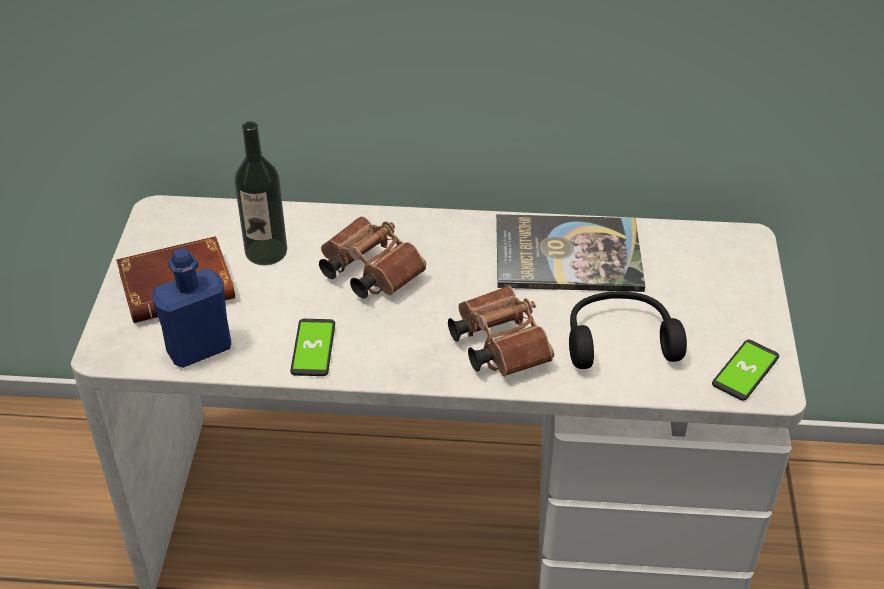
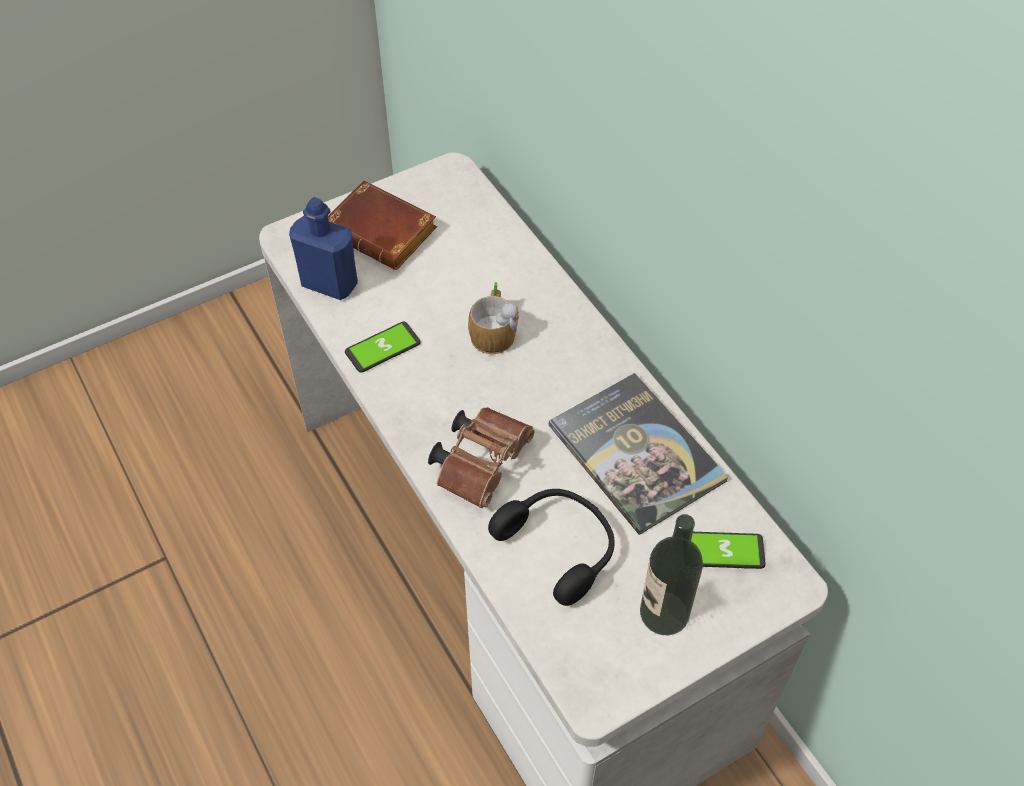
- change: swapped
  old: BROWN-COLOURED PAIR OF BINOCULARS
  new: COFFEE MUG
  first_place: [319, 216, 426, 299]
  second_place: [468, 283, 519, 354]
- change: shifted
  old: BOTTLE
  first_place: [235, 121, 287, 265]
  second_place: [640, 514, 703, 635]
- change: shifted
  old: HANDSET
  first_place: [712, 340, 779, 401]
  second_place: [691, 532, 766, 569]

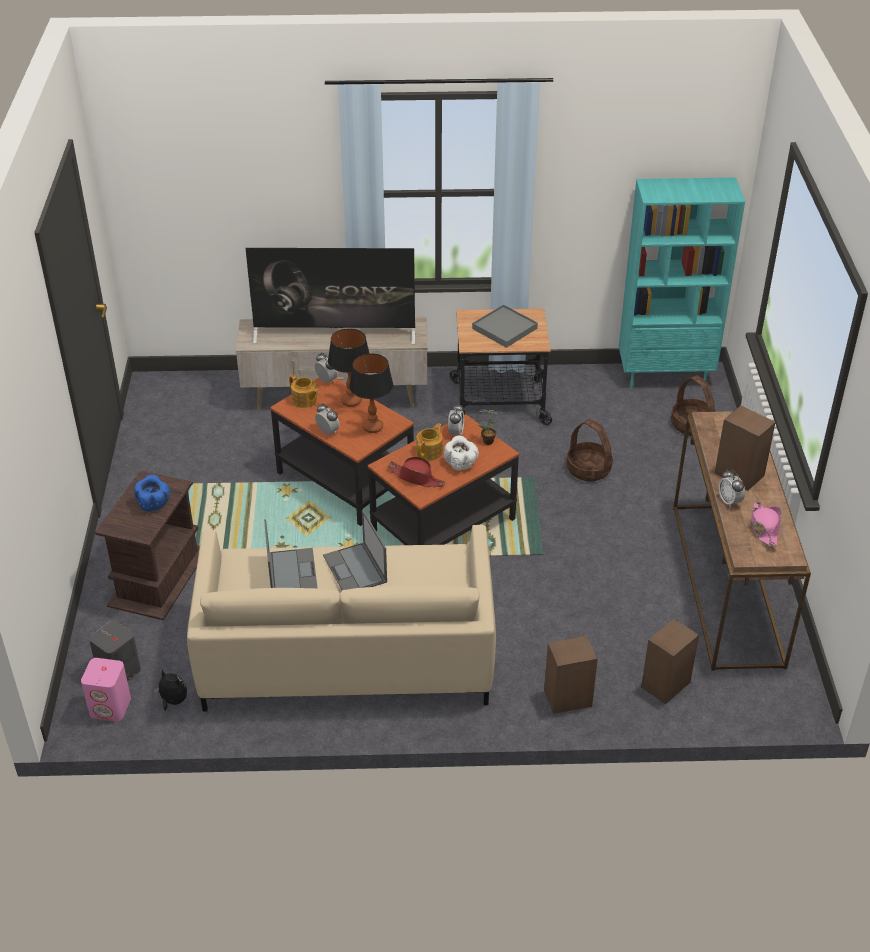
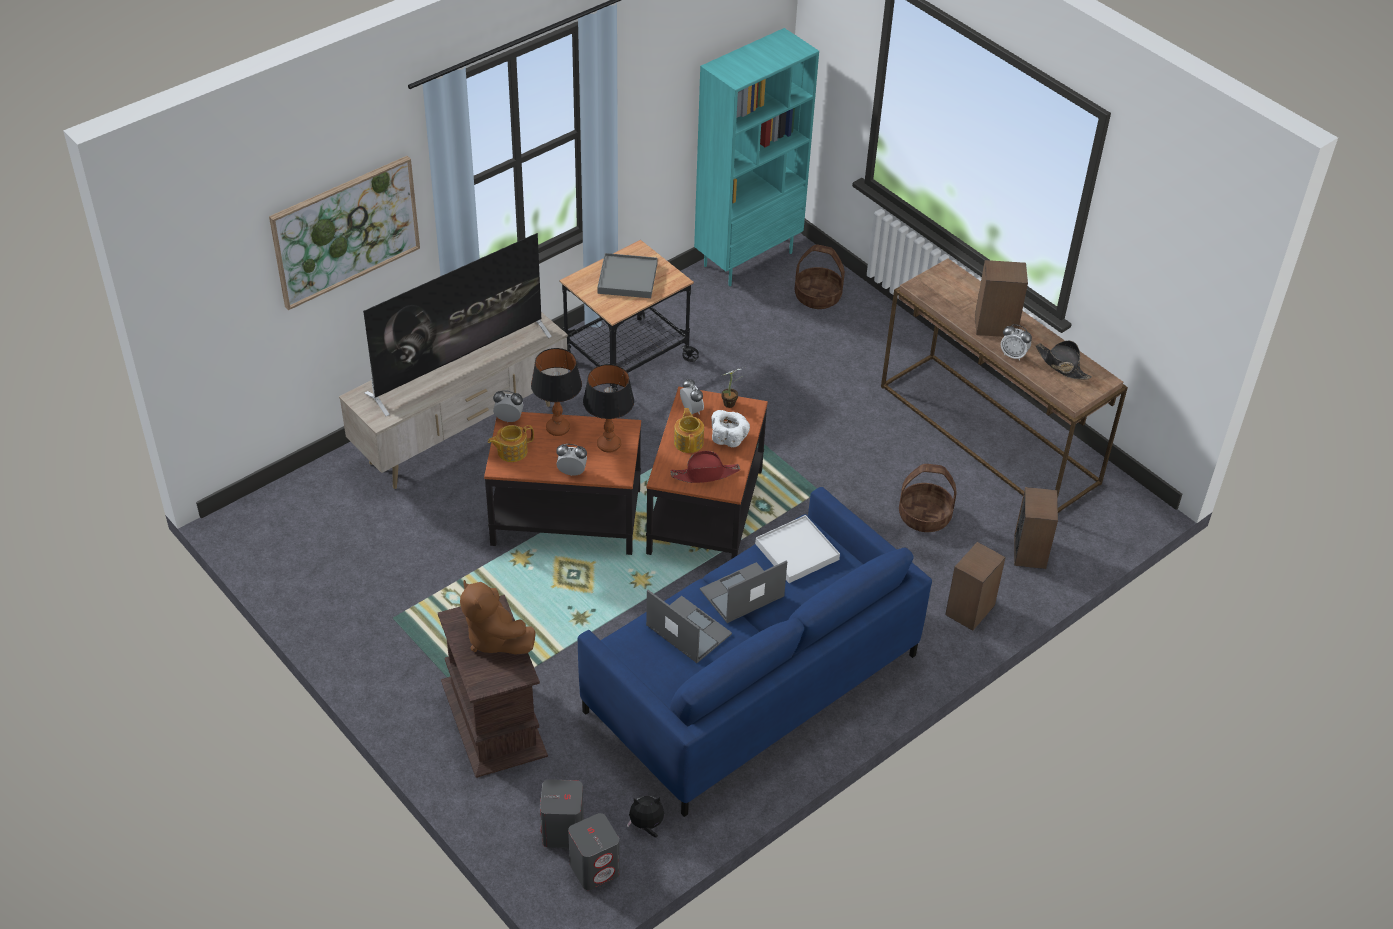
- change: new
  new: PICTURE
  second_place: [269, 156, 420, 310]
- change: swapped
  old: BLUE BOWL
  new: BROWN-COLOURED PLUSH TOY
  first_place: [134, 475, 170, 511]
  second_place: [460, 580, 536, 655]
- change: rotated
  old: TEAPOT
  first_place: [289, 374, 319, 408]
  second_place: [488, 425, 534, 462]
  degrees: 150
- change: repainted
  old: PINK AUDIO SPEAKER
  new: GREYISH AUDIO SPEAKER
  first_place: [81, 658, 131, 722]
  second_place: [568, 813, 620, 890]
- change: repainted
  old: BEIGE-COLOURED SOFA
  new: BLUE SOFA
  first_place: [187, 525, 496, 712]
  second_place: [578, 487, 932, 817]
- change: rotated
  old: PORTABLE COMPUTER
  first_place: [323, 510, 387, 590]
  second_place: [700, 560, 787, 623]
  degrees: 120
- change: new
  new: WHITE-COLOURED CARRYING TRAY
  second_place: [755, 515, 840, 583]
- change: shifted
  old: STORAGE BASKET
  first_place: [566, 419, 613, 482]
  second_place: [899, 464, 957, 532]
- change: repainted
  old: PINK CLOTHING HAT
  new: BLACKISH CLOTHING HAT
  first_place: [751, 502, 782, 547]
  second_place: [1036, 341, 1092, 380]

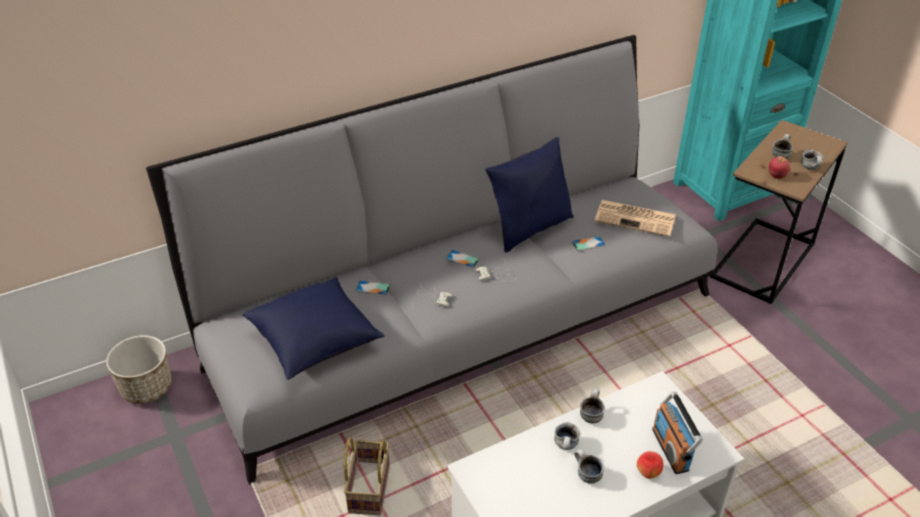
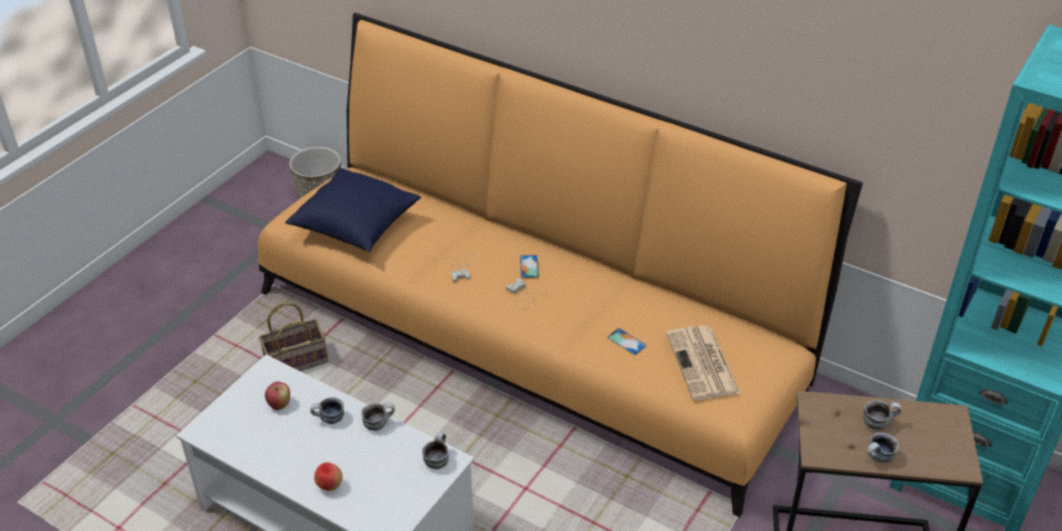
- change: repainted
  old: GREYISH SOFA
  new: ORANGE-COLOURED SOFA
  first_place: [146, 35, 718, 485]
  second_place: [257, 13, 863, 518]
- change: shifted
  old: APPLE
  first_place: [769, 156, 790, 179]
  second_place: [265, 382, 290, 410]
- change: shifted
  old: COFFEE MUG
  first_place: [574, 449, 604, 484]
  second_place: [422, 432, 449, 469]
- change: gone
  old: HANDSET
  first_place: [356, 281, 391, 296]
- change: gone
  old: BLUE PILLOW
  first_place: [485, 137, 573, 252]
- change: gone
  old: RADIO SET
  first_place: [652, 391, 703, 474]

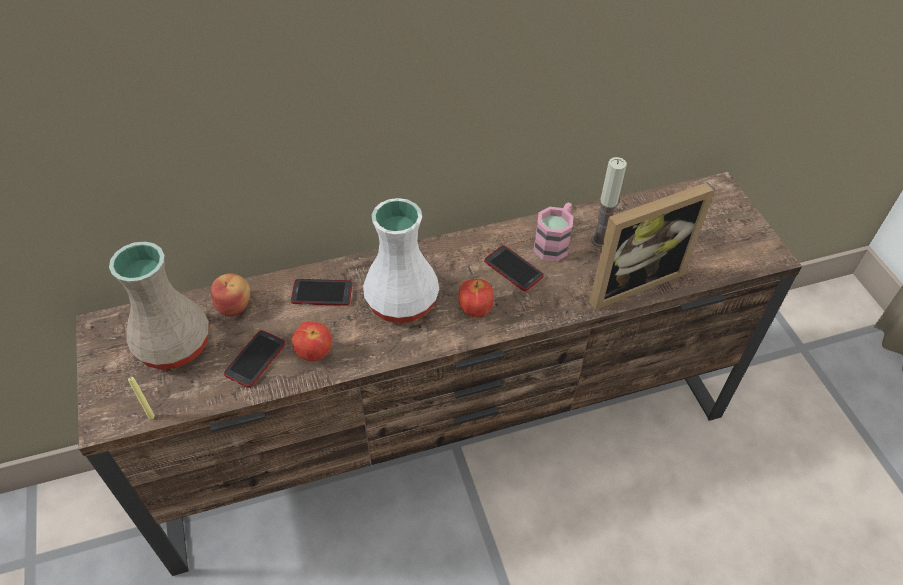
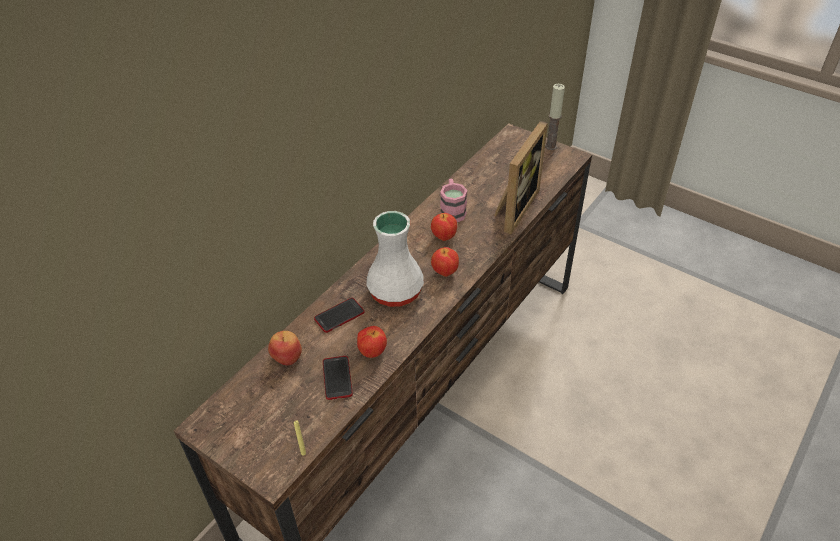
- change: swapped
  old: HANDSET
  new: APPLE
  first_place: [484, 245, 544, 291]
  second_place: [431, 213, 457, 241]
- change: shifted
  old: WAX LIGHT
  first_place: [591, 157, 627, 247]
  second_place: [545, 84, 565, 150]
- change: gone
  old: BEIGE-COLOURED FLOWER VASE
  first_place: [109, 241, 209, 370]

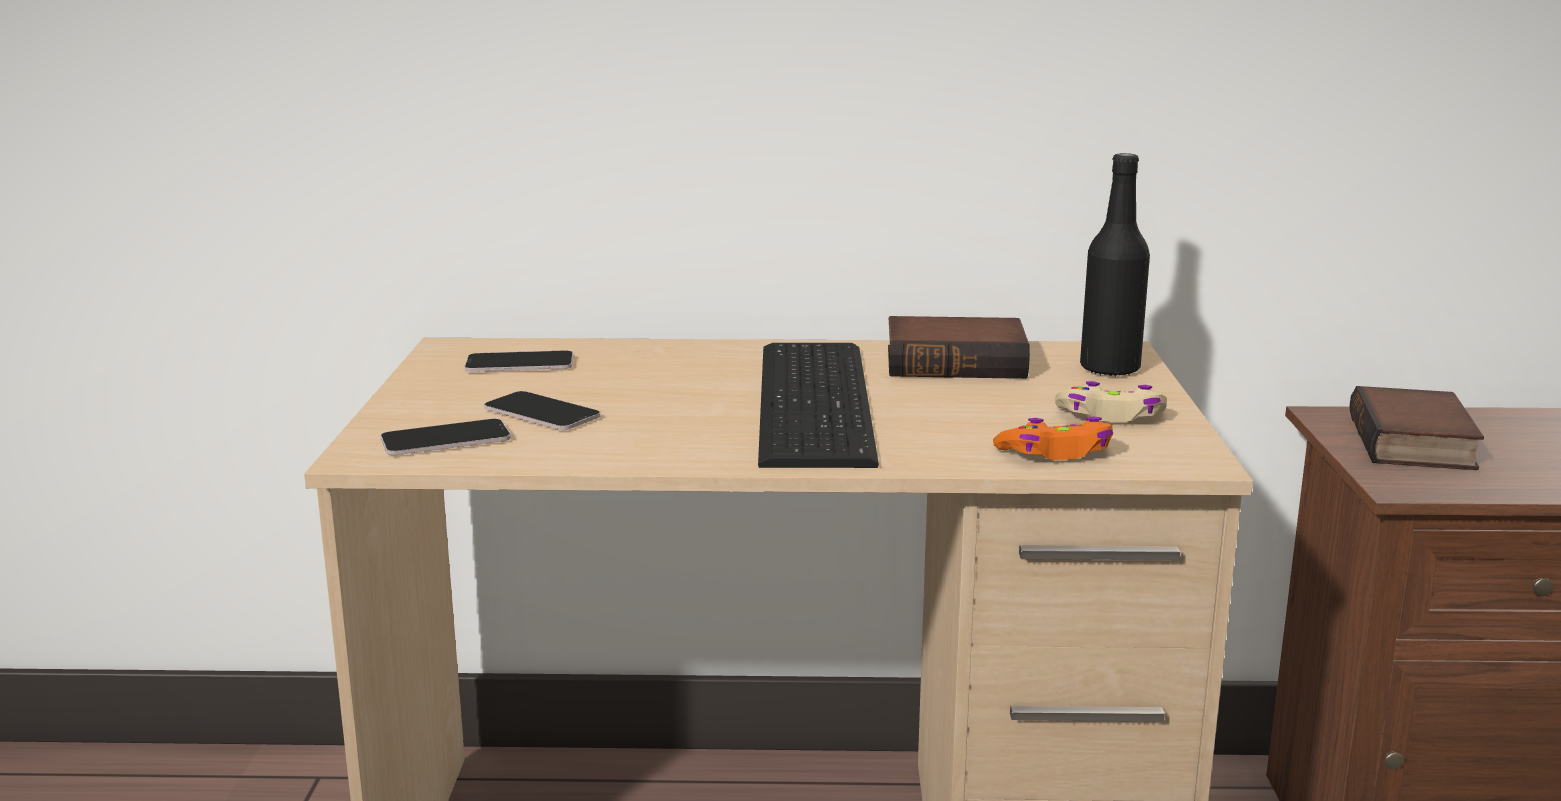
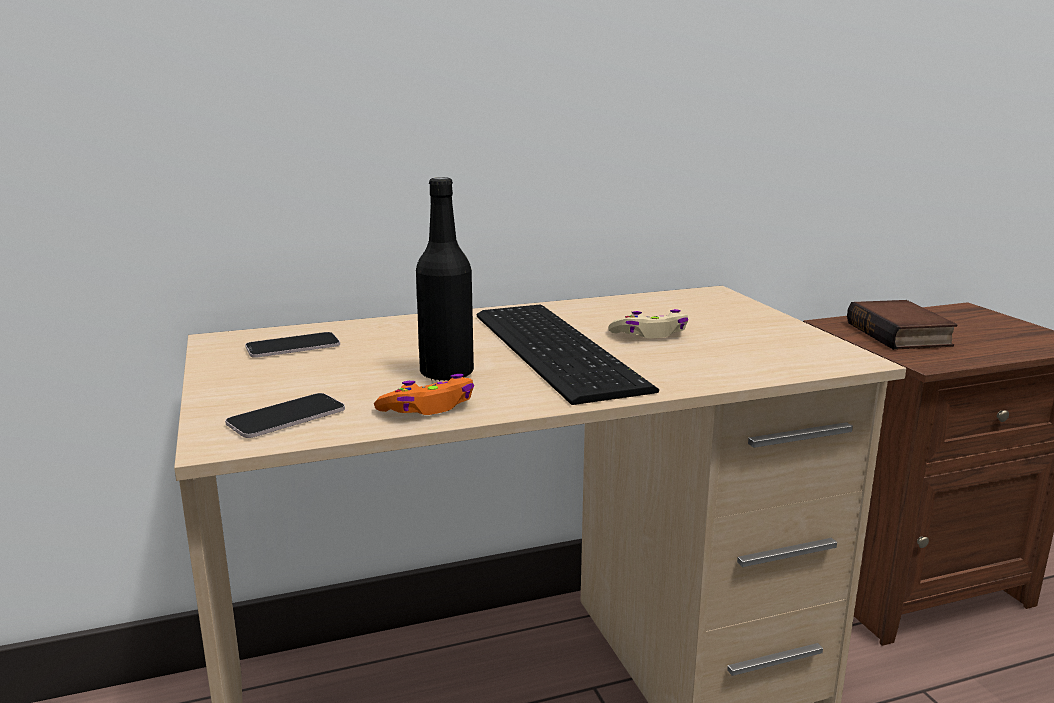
- change: shifted
  old: ORANGE-COLOURED GAME CONTROLLER
  first_place: [993, 417, 1113, 460]
  second_place: [374, 374, 474, 415]
- change: shifted
  old: BLACKISH BOTTLE
  first_place: [1080, 153, 1150, 377]
  second_place: [416, 177, 474, 382]
- change: shifted
  old: BEIGE-COLOURED GAME CONTROLLER
  first_place: [1055, 381, 1167, 422]
  second_place: [608, 309, 688, 338]
- change: gone
  old: HANDSET
  first_place: [484, 391, 600, 430]
- change: gone
  old: BOUND BOOK
  first_place: [888, 316, 1030, 379]

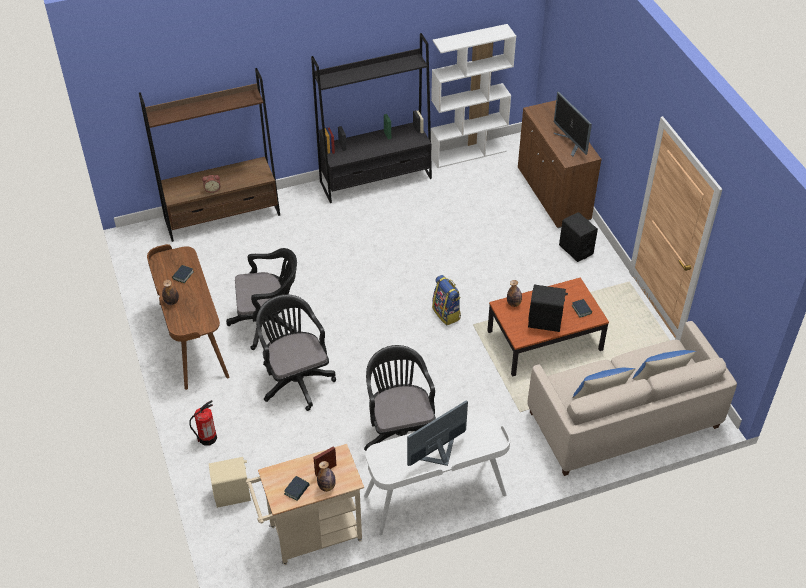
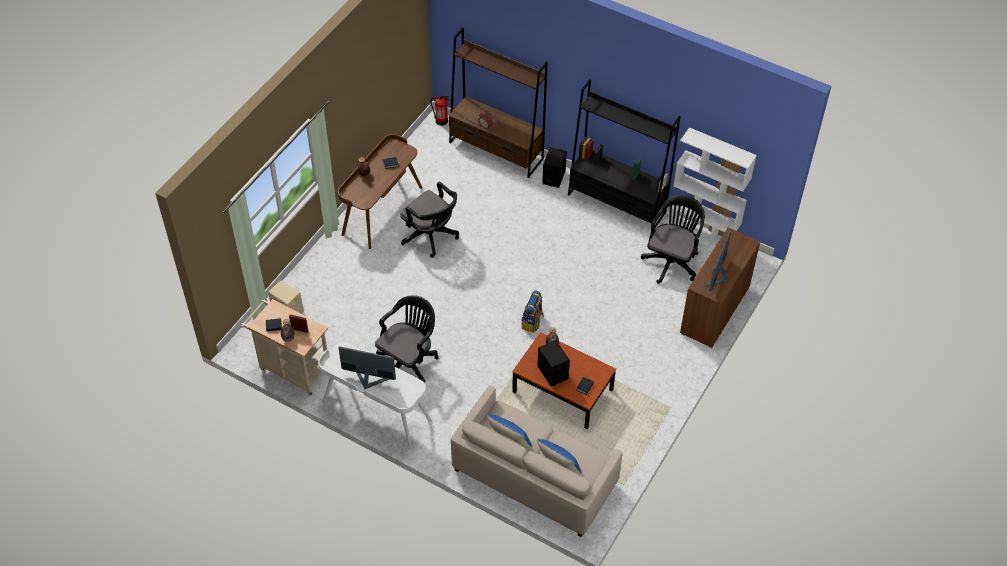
- change: shifted
  old: EXTINGUISHER
  first_place: [189, 400, 217, 445]
  second_place: [431, 96, 449, 126]
- change: shifted
  old: BLACKISH AUDIO SPEAKER
  first_place: [559, 212, 598, 262]
  second_place: [542, 147, 567, 188]
- change: shifted
  old: BLACKISH COMPUTER CHAIR
  first_place: [256, 294, 336, 411]
  second_place: [641, 195, 705, 284]

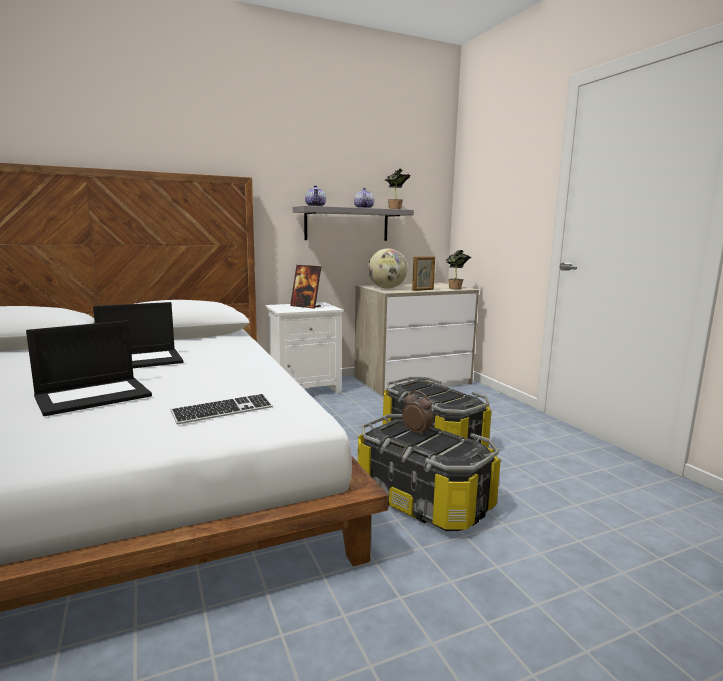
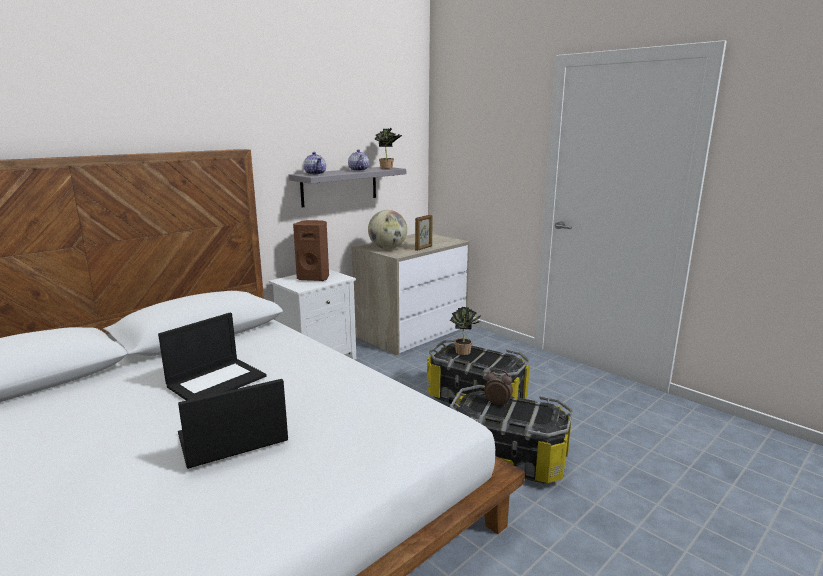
- change: rotated
  old: PORTABLE COMPUTER
  first_place: [26, 320, 152, 416]
  second_place: [178, 379, 288, 469]
  degrees: -150
- change: swapped
  old: STANDING FRAME
  new: BROWN-COLOURED AUDIO SPEAKER
  first_place: [290, 265, 321, 309]
  second_place: [293, 220, 329, 281]
- change: shifted
  old: PLANT IN A POT
  first_place: [446, 250, 472, 289]
  second_place: [450, 307, 481, 355]
- change: gone
  old: KEYBOARD
  first_place: [171, 394, 273, 424]

